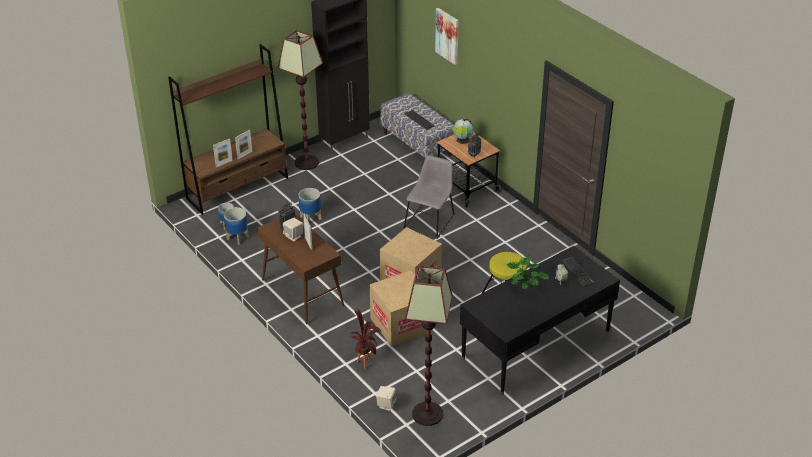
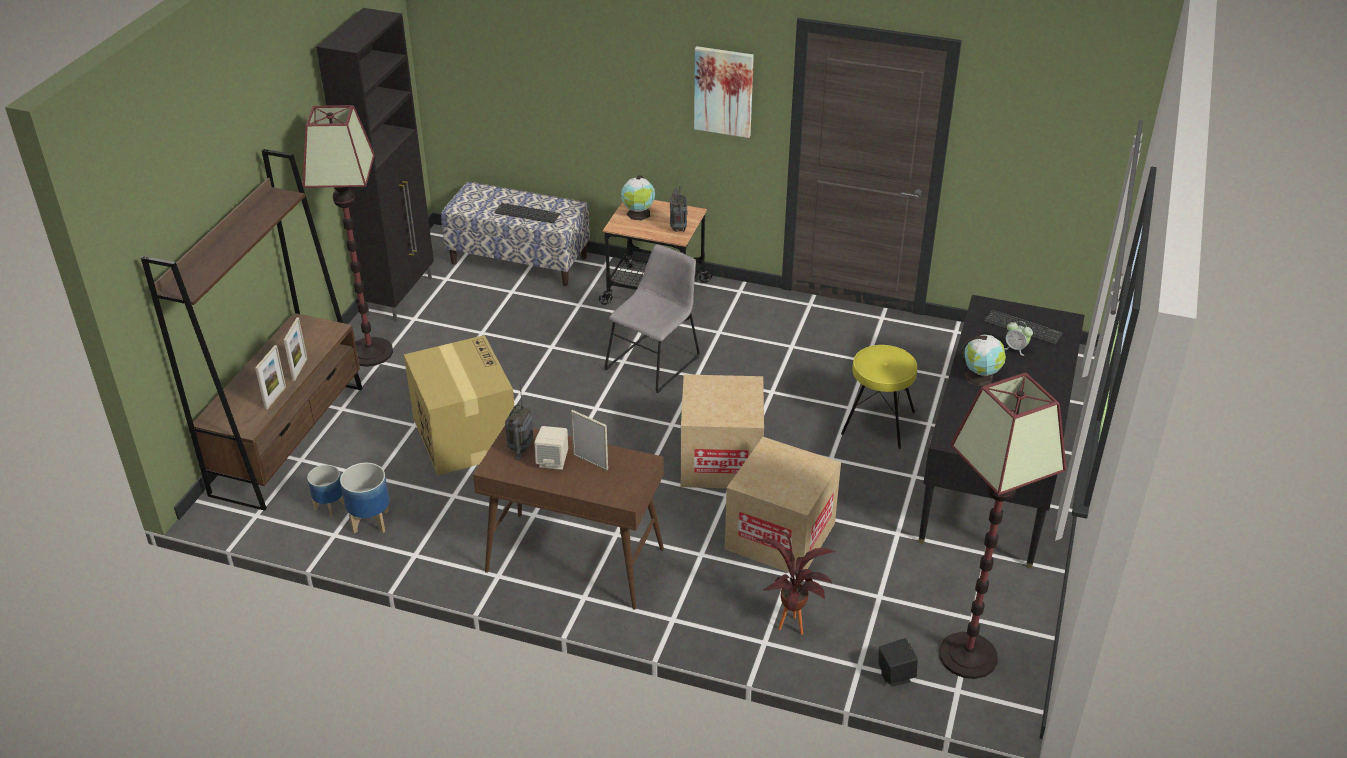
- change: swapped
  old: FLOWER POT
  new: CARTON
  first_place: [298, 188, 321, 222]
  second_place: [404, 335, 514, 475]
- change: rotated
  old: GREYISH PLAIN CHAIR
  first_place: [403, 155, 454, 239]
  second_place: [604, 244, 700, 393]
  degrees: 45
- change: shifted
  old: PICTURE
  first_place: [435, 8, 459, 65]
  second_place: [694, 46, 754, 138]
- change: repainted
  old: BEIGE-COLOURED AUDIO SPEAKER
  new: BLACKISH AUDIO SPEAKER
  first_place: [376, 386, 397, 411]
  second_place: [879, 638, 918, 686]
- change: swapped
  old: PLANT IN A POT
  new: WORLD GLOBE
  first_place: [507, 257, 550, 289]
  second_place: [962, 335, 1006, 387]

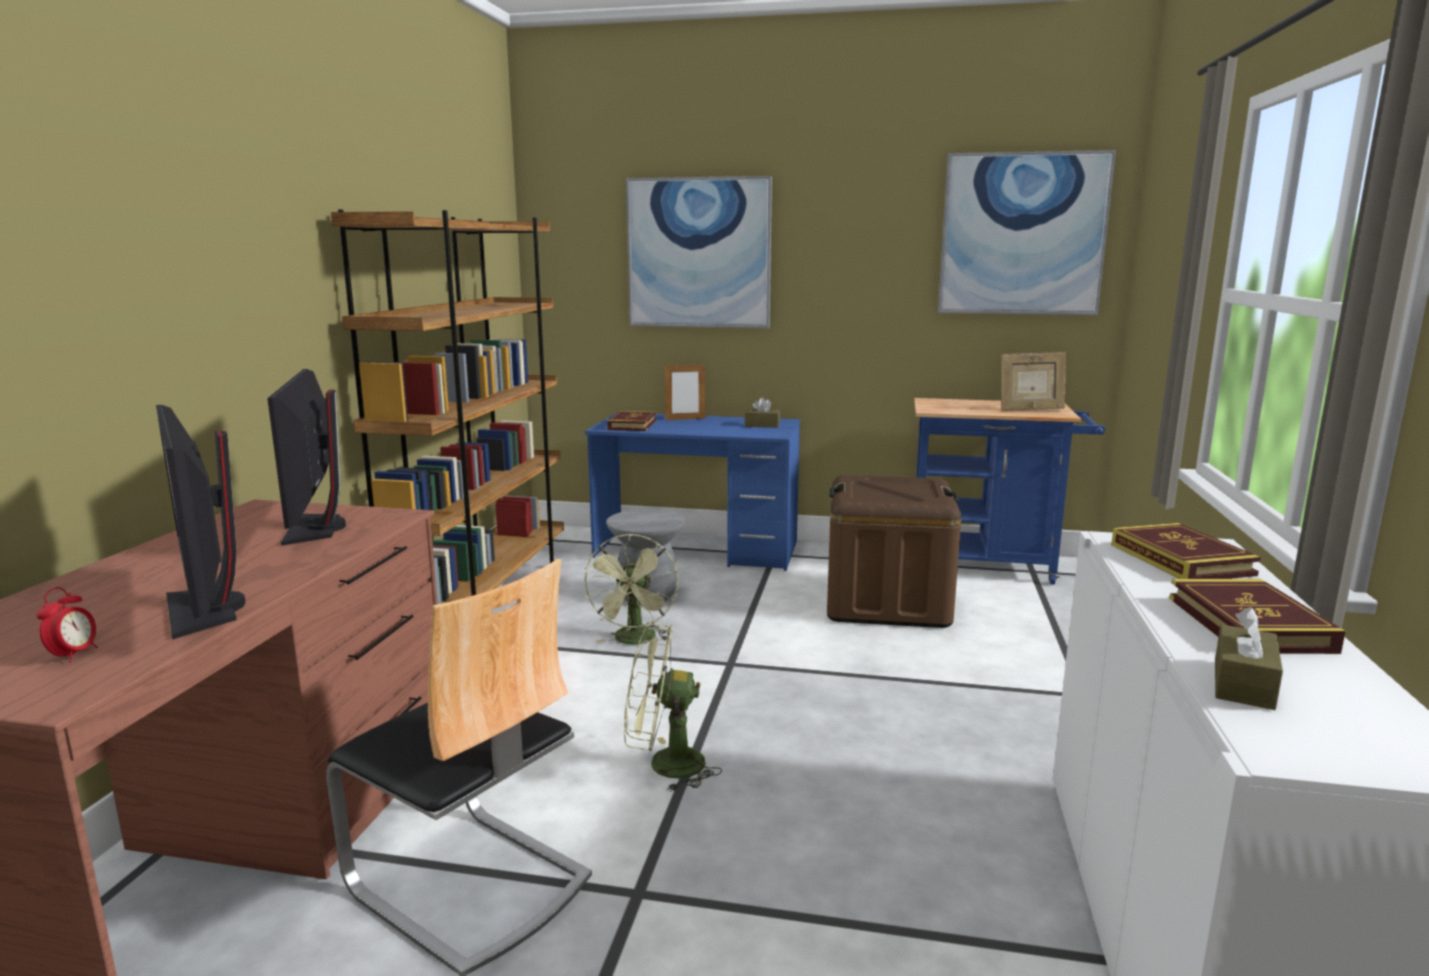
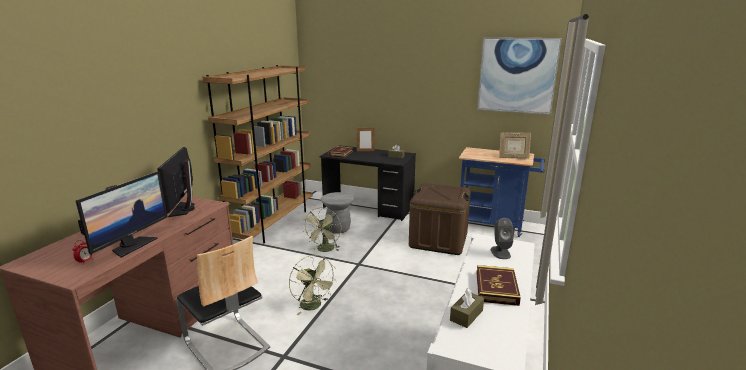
- change: rotated
  old: MONITOR
  first_place: [156, 405, 245, 639]
  second_place: [76, 171, 167, 258]
  degrees: -135
- change: rotated
  old: GREEN FAN
  first_place: [624, 623, 722, 792]
  second_place: [289, 255, 337, 315]
  degrees: -135
- change: repainted
  old: BLUE DESK
  new: BLACKISH DESK
  first_place: [585, 413, 800, 571]
  second_place: [320, 145, 416, 221]
- change: swapped
  old: BOUND BOOK
  new: GREYISH AUDIO SPEAKER
  first_place: [1111, 523, 1261, 579]
  second_place: [491, 218, 513, 259]
- change: gone
  old: PICTURE
  first_place: [626, 176, 772, 328]

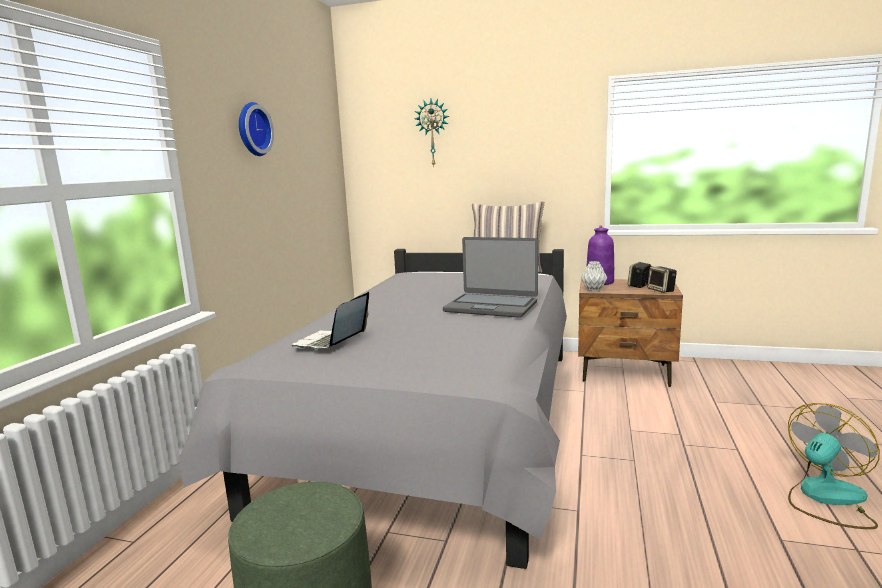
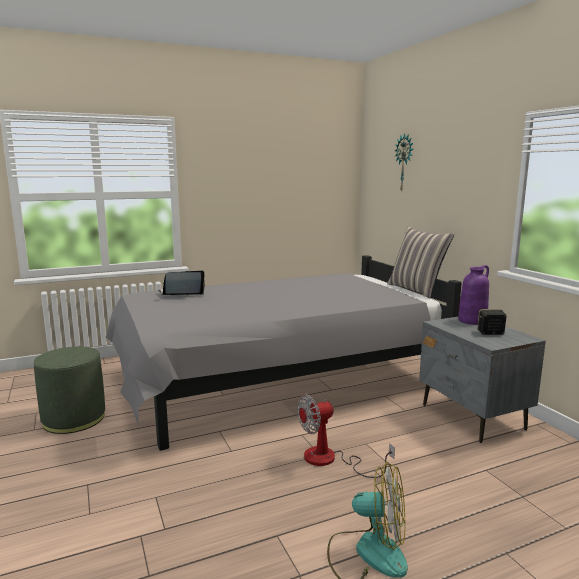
- change: new
  new: FAN
  second_place: [297, 394, 395, 478]
- change: repainted
  old: BROWN-COLOURED BEDSIDE TABLE
  new: GREYISH BEDSIDE TABLE
  first_place: [578, 279, 683, 387]
  second_place: [419, 317, 546, 443]
- change: gone
  old: WALL CLOCK
  first_place: [239, 102, 274, 156]
- change: gone
  old: PORTABLE COMPUTER
  first_place: [443, 237, 538, 318]
- change: gone
  old: GREYISH FLOWER VASE
  first_place: [581, 261, 607, 291]
- change: gone
  old: AUDIO SPEAKER
  first_place: [647, 266, 677, 293]

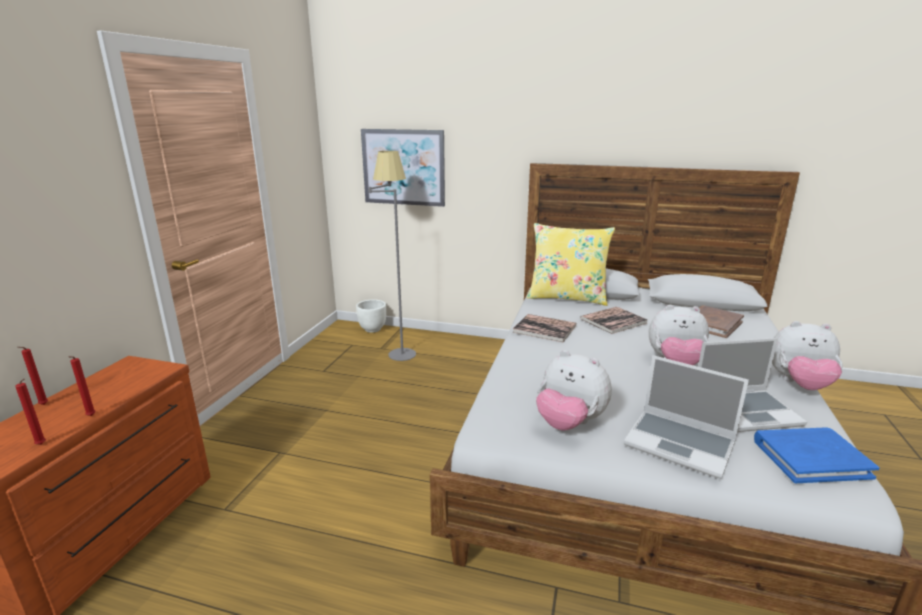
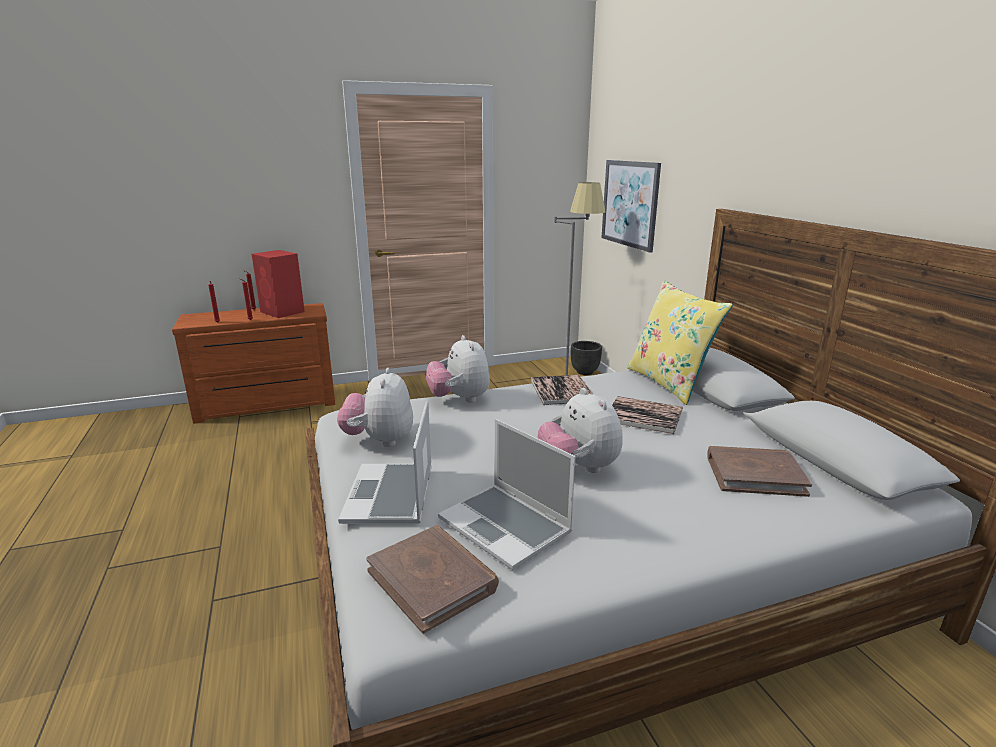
- change: new
  new: RED-COLOURED AUDIO SPEAKER
  second_place: [252, 250, 305, 318]
- change: repainted
  old: BLUE BOUND BOOK
  new: BROWN-COLOURED BOUND BOOK
  first_place: [754, 427, 880, 483]
  second_place: [366, 525, 499, 634]
- change: shifted
  old: PLUSH TOY
  first_place: [772, 321, 843, 390]
  second_place: [426, 335, 490, 403]
- change: repainted
  old: WHITE-COLOURED FLOWER POT
  new: BLACKISH FLOWER POT
  first_place: [356, 299, 386, 333]
  second_place: [571, 341, 602, 375]

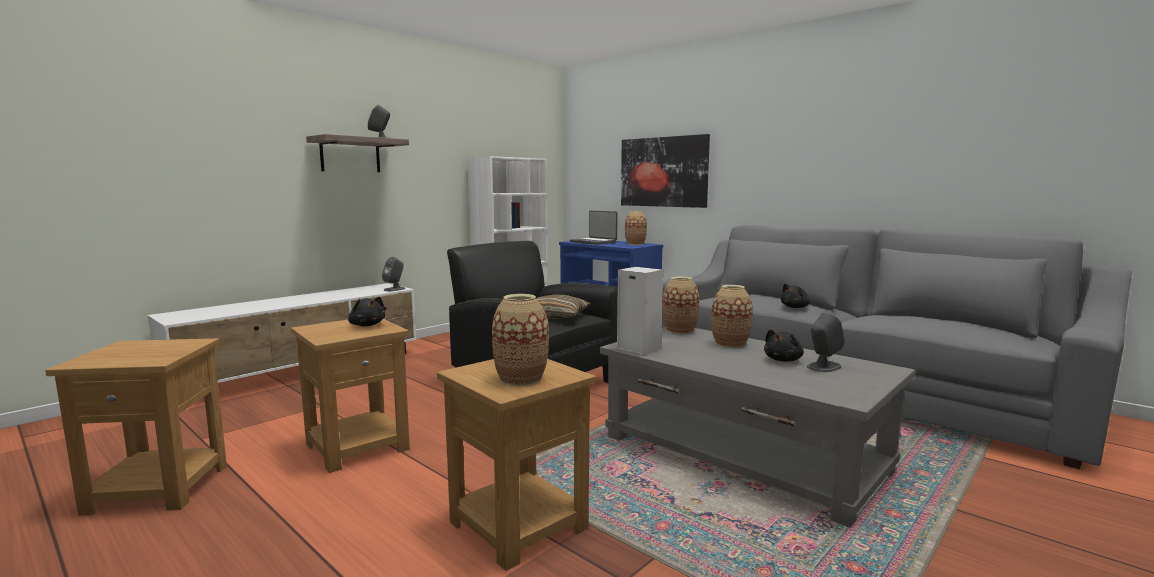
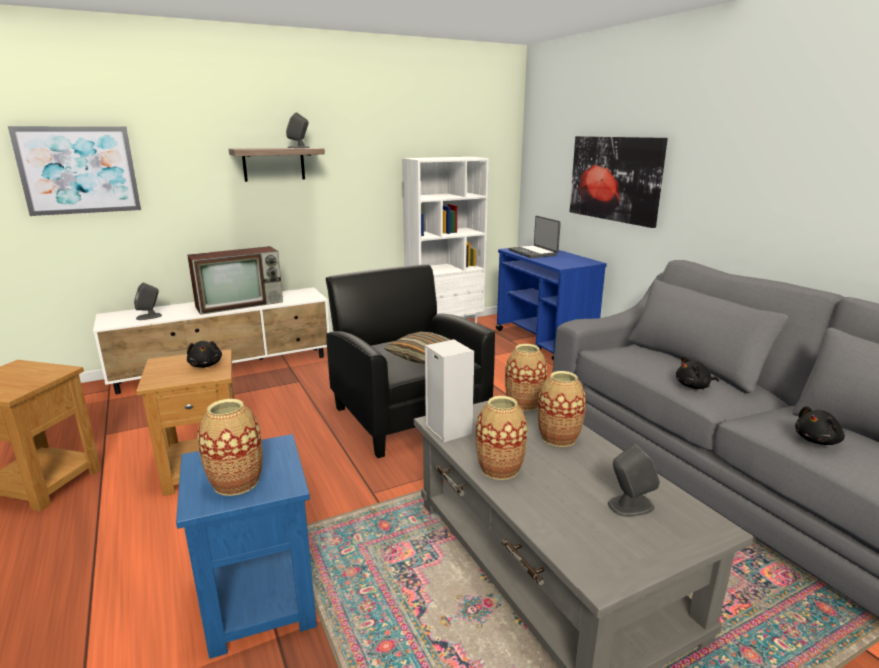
- change: new
  new: PICTURE
  second_place: [8, 126, 141, 216]
- change: shifted
  old: GREYISH AUDIO SPEAKER
  first_place: [382, 257, 405, 291]
  second_place: [134, 283, 162, 320]
- change: repainted
  old: BROWN-COLOURED END TABLE
  new: BLUE END TABLE
  first_place: [437, 359, 596, 571]
  second_place: [176, 434, 317, 659]
- change: new
  new: TV
  second_place: [187, 246, 283, 315]
- change: shifted
  old: FLOWER VASE
  first_place: [625, 211, 647, 245]
  second_place: [476, 396, 527, 480]
- change: shifted
  old: BLACKISH PLUSH TOY
  first_place: [764, 329, 804, 362]
  second_place: [795, 406, 845, 445]

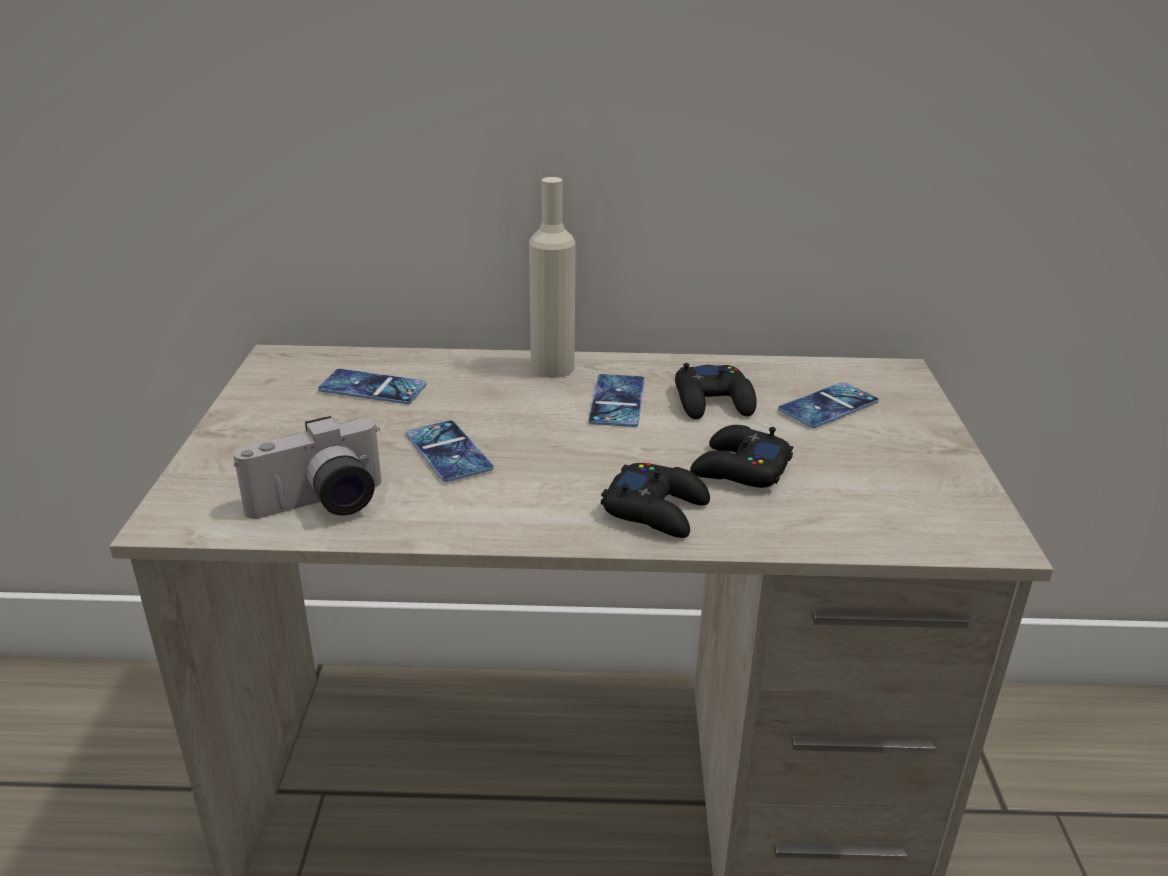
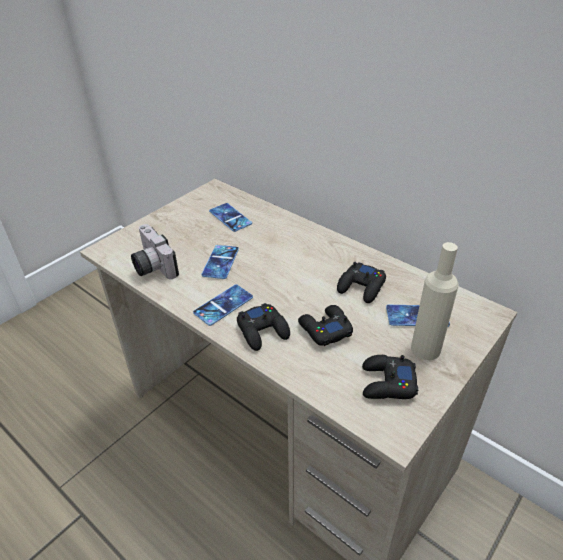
- change: rotated
  old: STILL CAMERA
  first_place: [233, 416, 381, 519]
  second_place: [131, 224, 179, 279]
  degrees: 45
- change: shifted
  old: HANDSET
  first_place: [588, 374, 645, 427]
  second_place: [193, 284, 253, 326]
- change: new
  new: BLACKISH GAME CONTROLLER
  second_place: [362, 355, 418, 399]
- change: shifted
  old: BEIGE-COLOURED BOTTLE
  first_place: [529, 177, 576, 378]
  second_place: [411, 242, 459, 360]

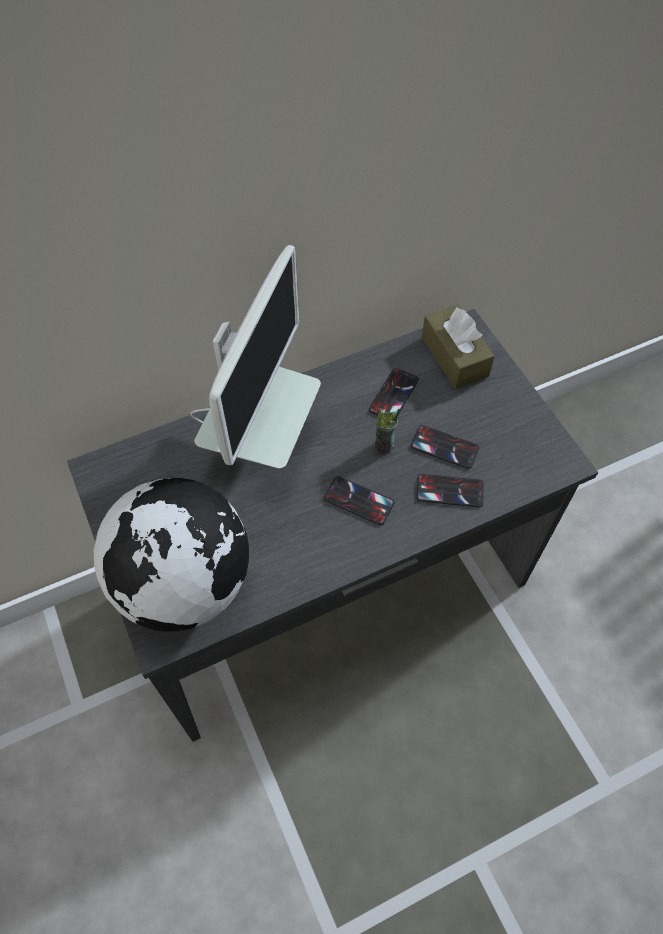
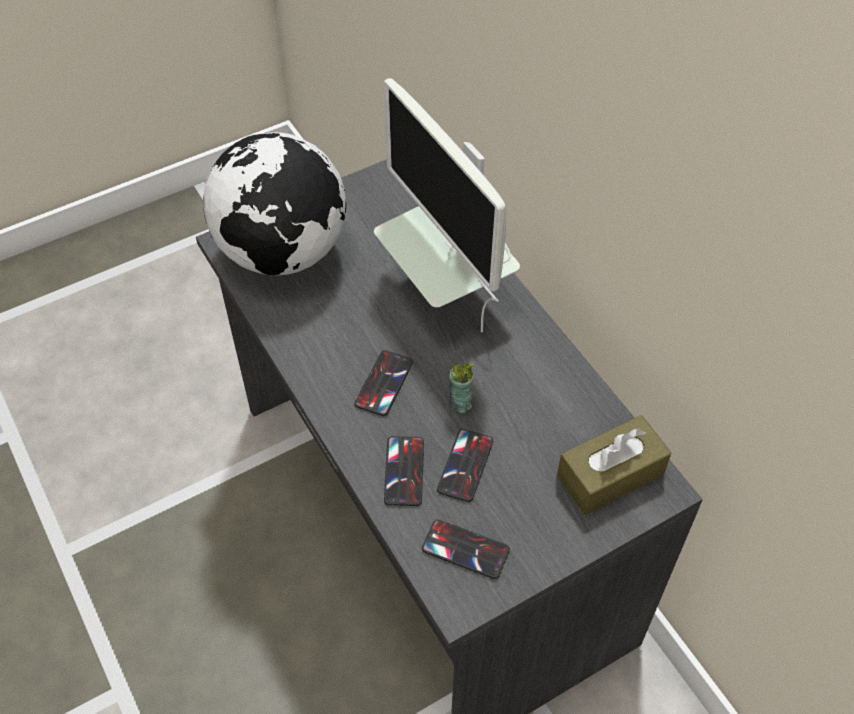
- change: rotated
  old: MONITOR
  first_place: [191, 245, 321, 468]
  second_place: [374, 78, 520, 332]
  degrees: 45
- change: shifted
  old: HANDSET
  first_place: [369, 368, 419, 416]
  second_place: [422, 520, 510, 579]

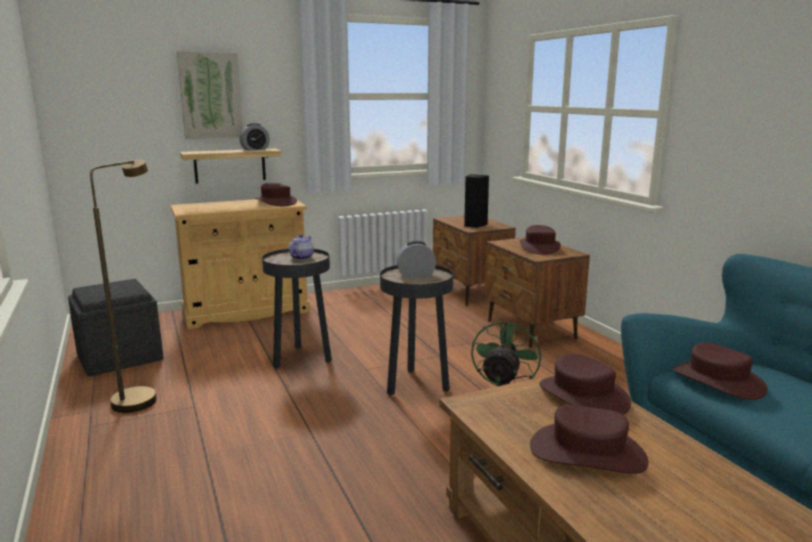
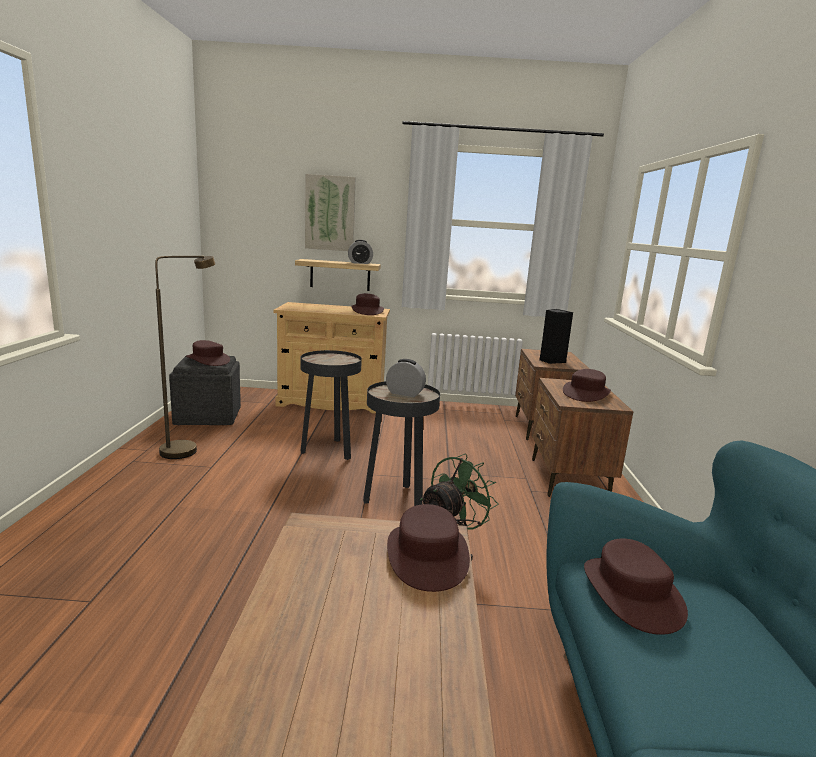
- change: shifted
  old: BROWN-COLOURED CLOTHING HAT
  first_place: [530, 405, 649, 474]
  second_place: [186, 340, 230, 366]
- change: gone
  old: TEAPOT
  first_place: [289, 234, 314, 260]

